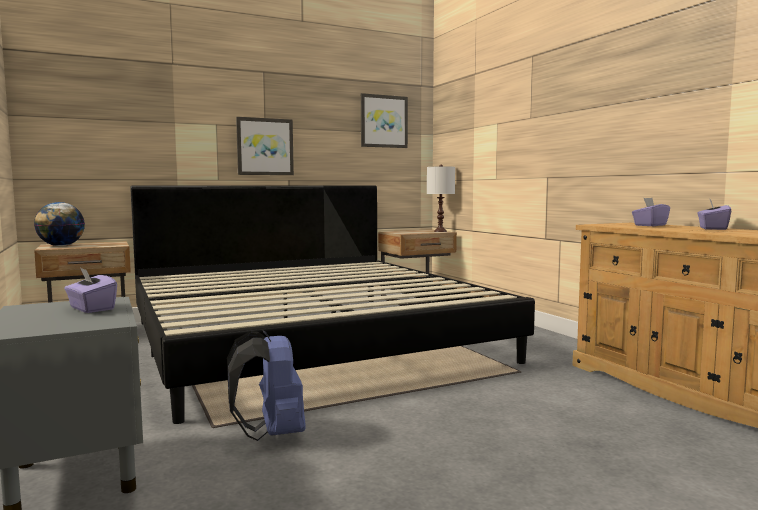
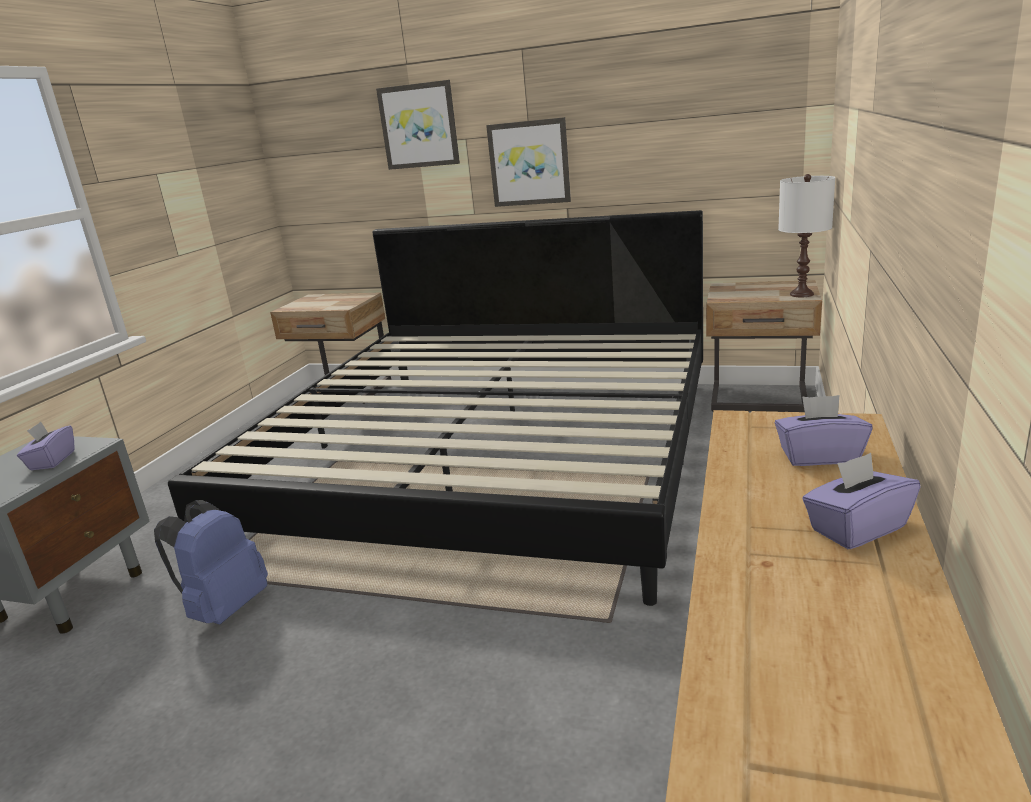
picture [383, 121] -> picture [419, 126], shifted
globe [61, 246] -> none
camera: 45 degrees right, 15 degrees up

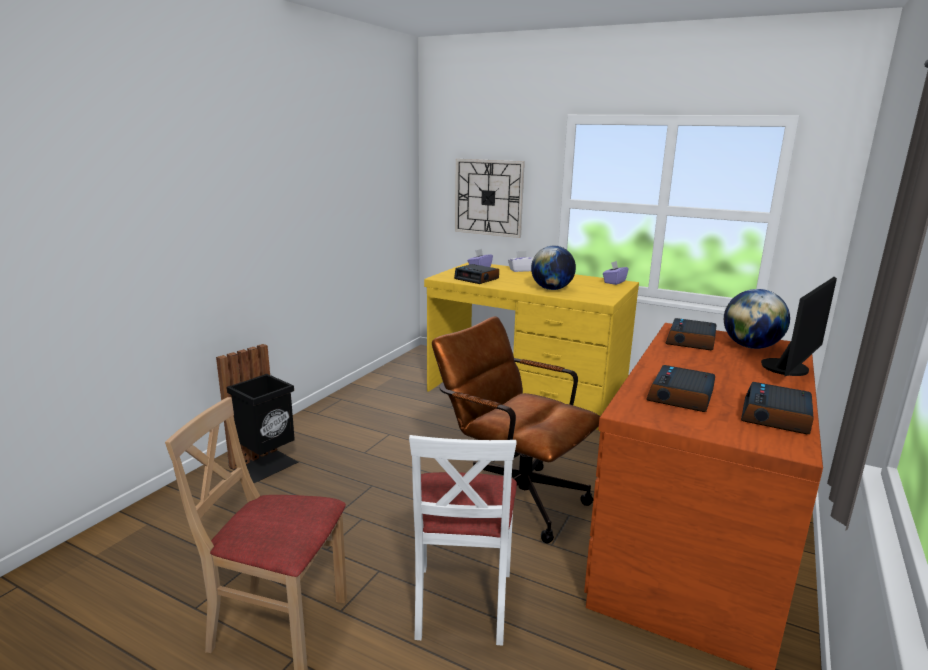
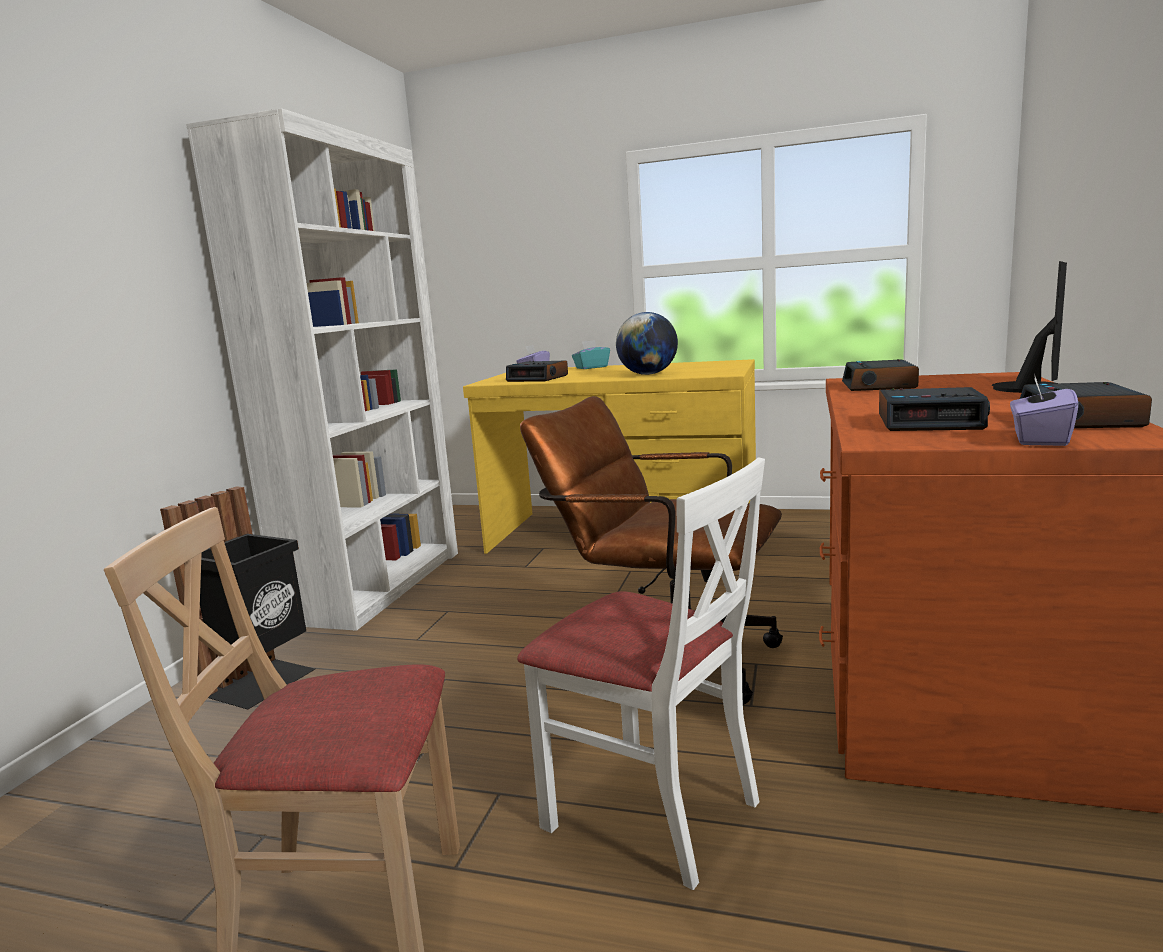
wall clock [488, 197] -> none
white tissue box [521, 270] -> turquoise tissue box [591, 367]
purple tissue box [614, 282] -> purple tissue box [1039, 439], shifted
globe [751, 346] -> none
alarm clock [681, 397] -> alarm clock [930, 422], 90 degrees counterclockwise
white chair [461, 602] -> white chair [652, 811], 45 degrees counterclockwise
none -> white bookcase [377, 585]
camera: 10 degrees left, 5 degrees down

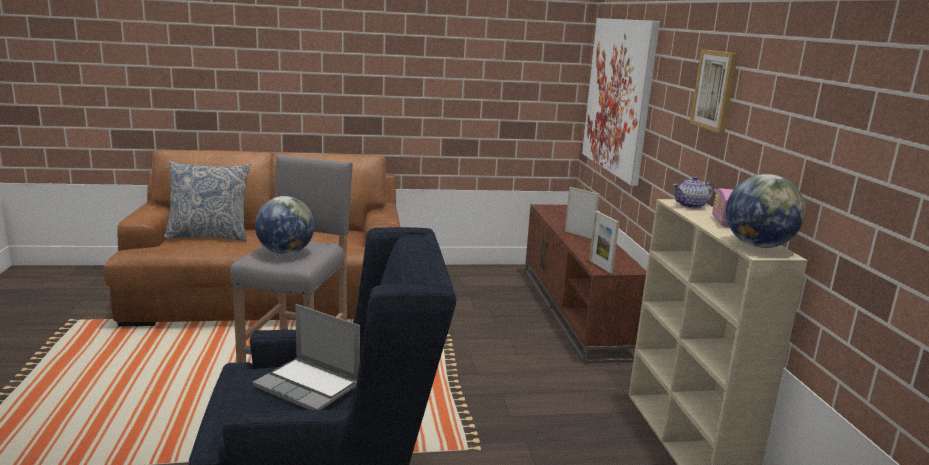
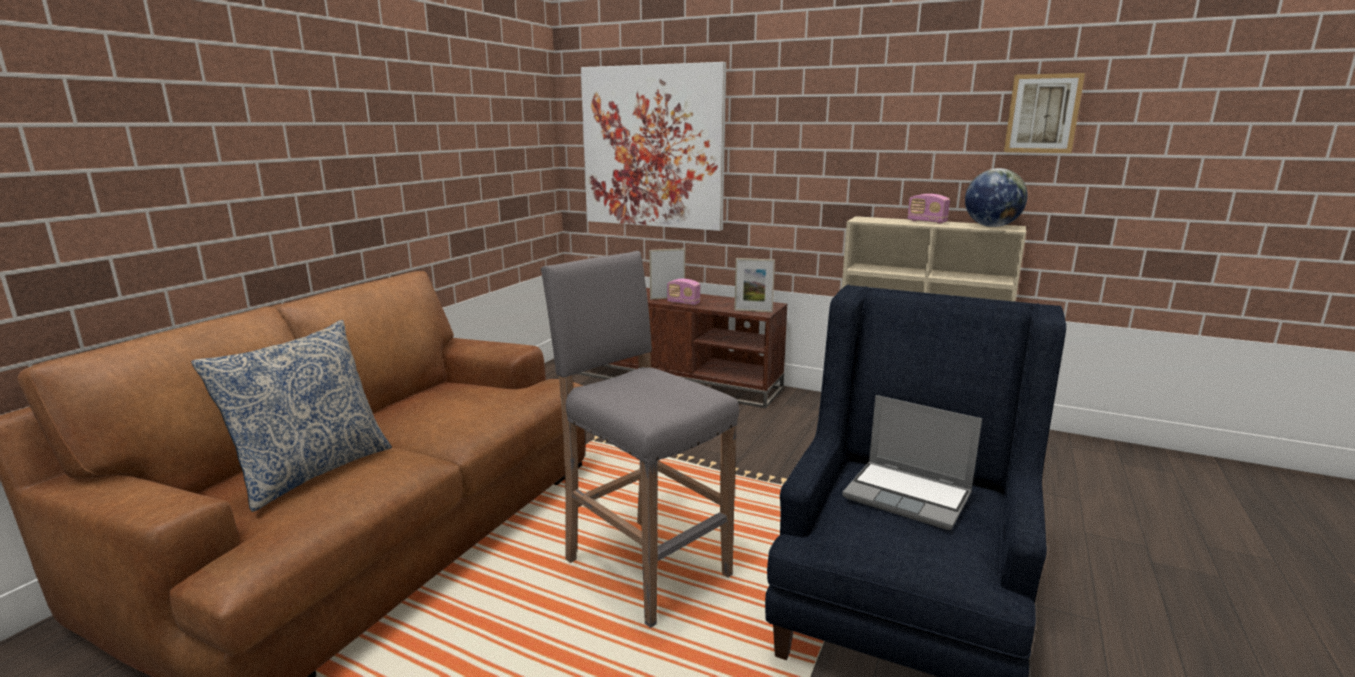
picture [715, 90] -> picture [1042, 113], shifted
teapot [691, 206] -> none
globe [285, 252] -> none
laptop [309, 386] -> laptop [909, 496], 60 degrees clockwise
none -> radio [683, 303]
camera: 55 degrees left, 0 degrees up

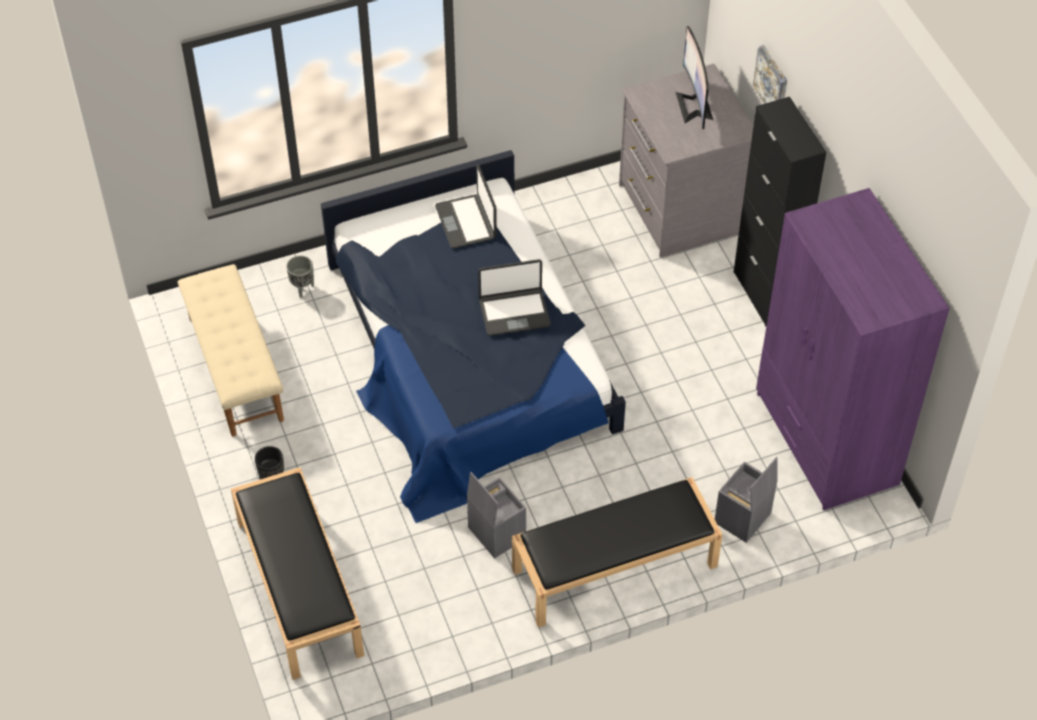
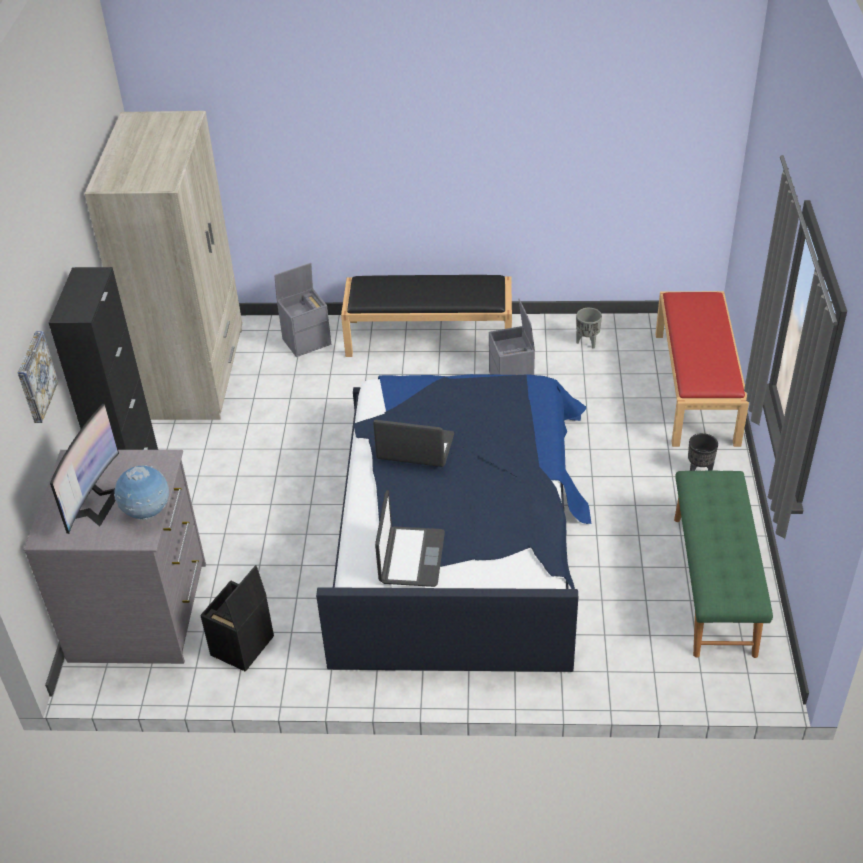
purple wardrobe [825, 439] -> beige wardrobe [196, 373]
grey planter [303, 288] -> grey planter [587, 342], shifted
beige bench [234, 368] -> green bench [715, 584]
black bench [298, 586] -> red bench [696, 388]
none -> globe [147, 512]
none -> black storage box [242, 647]
camera: 155 degrees left, 10 degrees down

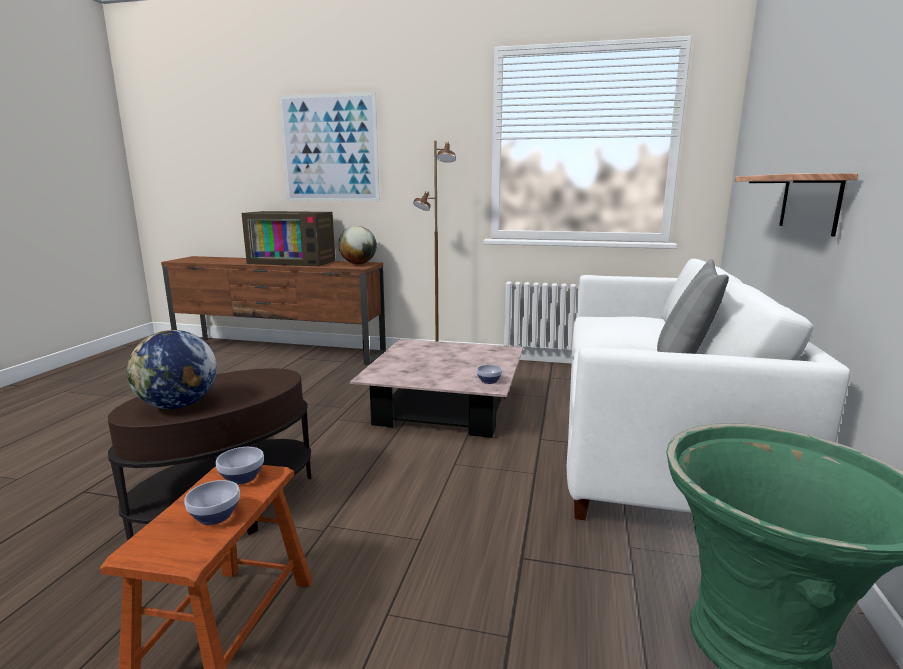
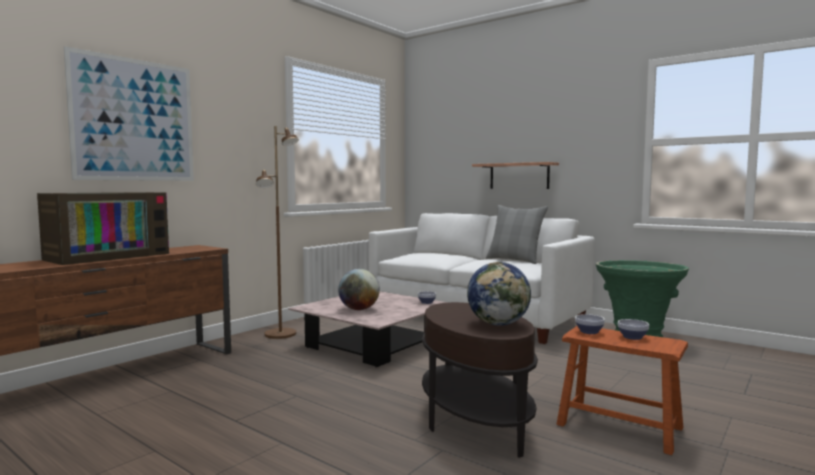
globe [358, 264] -> globe [359, 309], shifted
camera: 65 degrees left, 10 degrees down

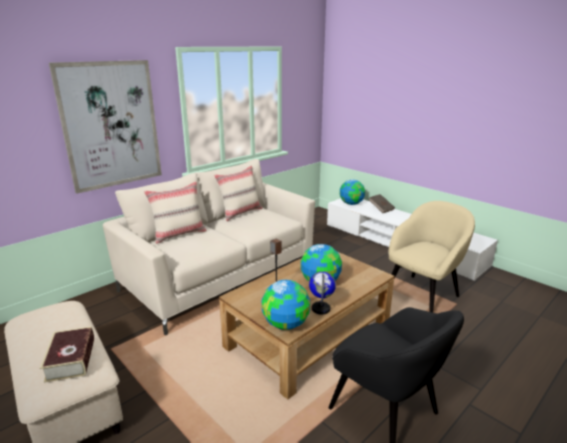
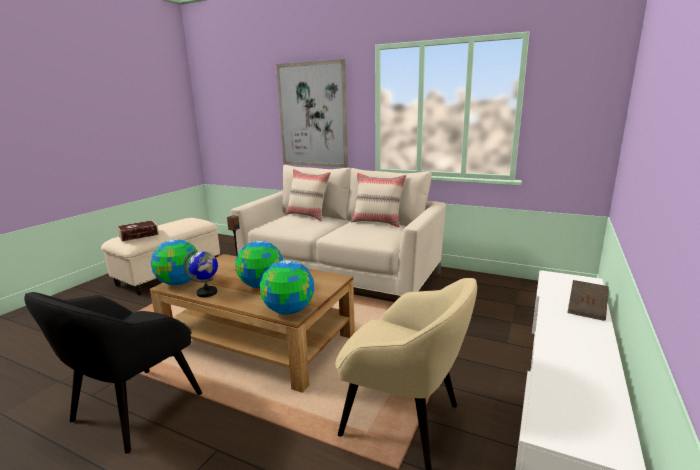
globe [351, 203] -> globe [289, 310], shifted
camera: 70 degrees right, 5 degrees down

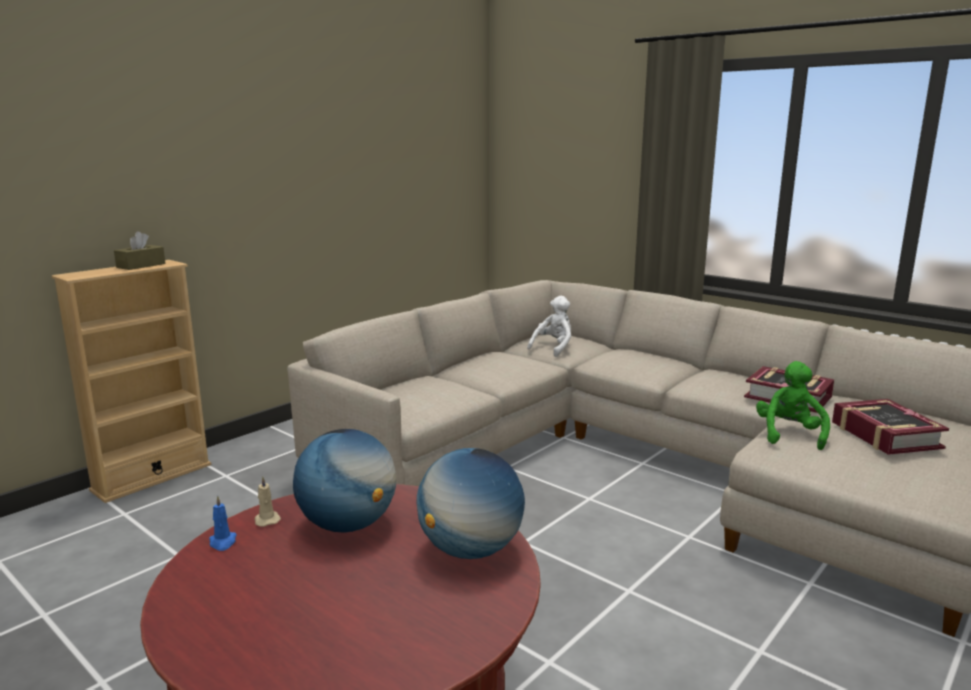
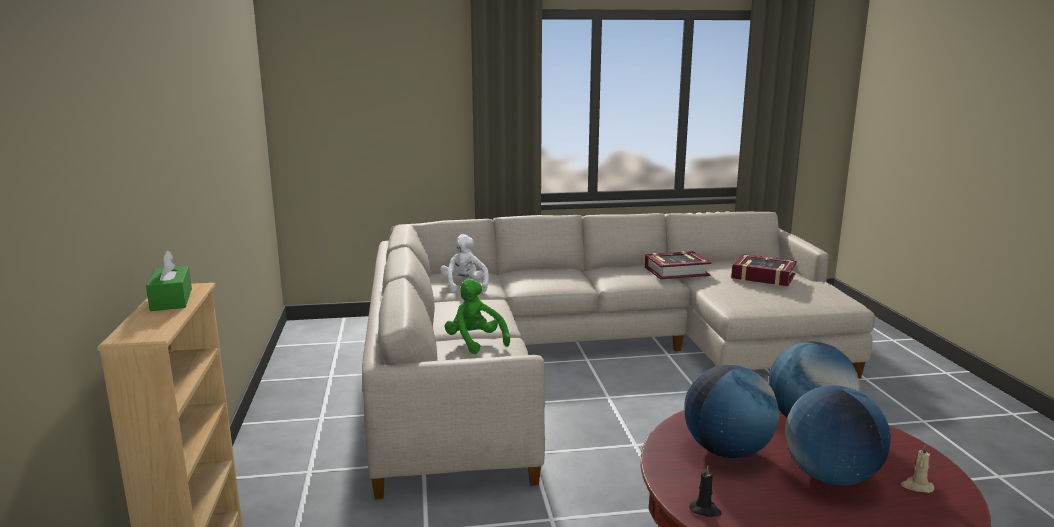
brown tissue box [141, 265] -> green tissue box [171, 300]
green plush toy [789, 434] -> green plush toy [475, 342], shifted
beige candle [266, 520] -> beige candle [916, 486], shifted
blue candle [223, 542] -> black candle [705, 510]
none -> globe [830, 477]
camera: 50 degrees left, 0 degrees up

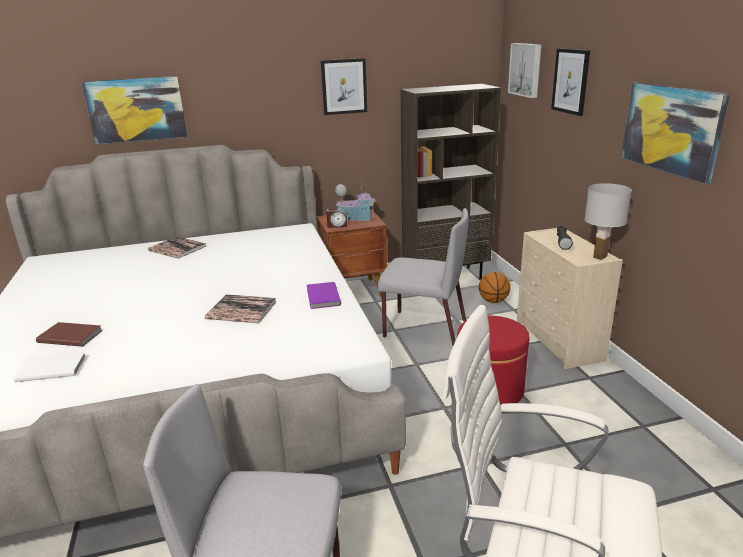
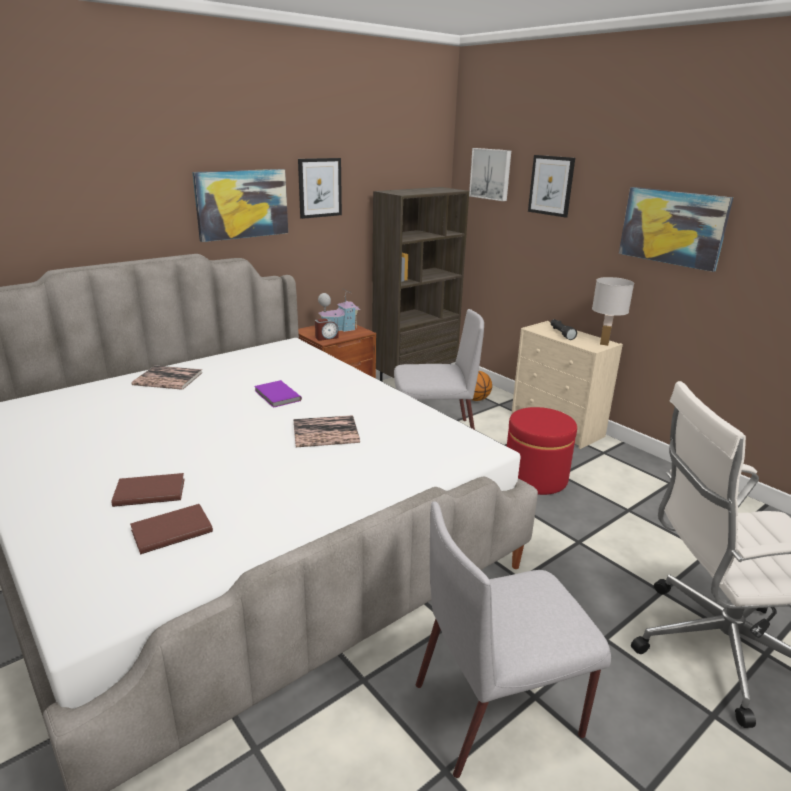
picture [136, 109] -> picture [242, 204], shifted
purple book [322, 297] -> purple book [276, 396], shifted
white book [51, 368] -> brown book [170, 530]
camera: 25 degrees left, 0 degrees up

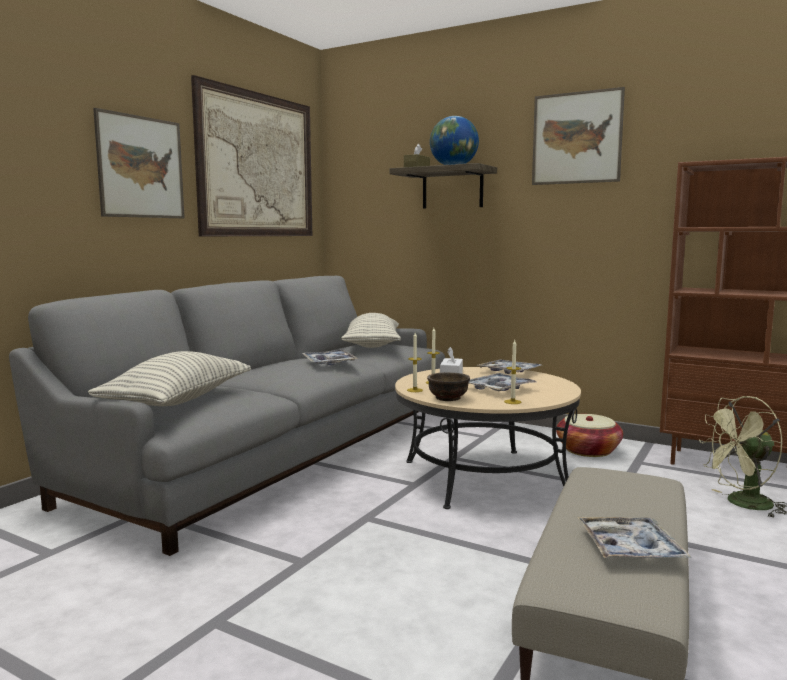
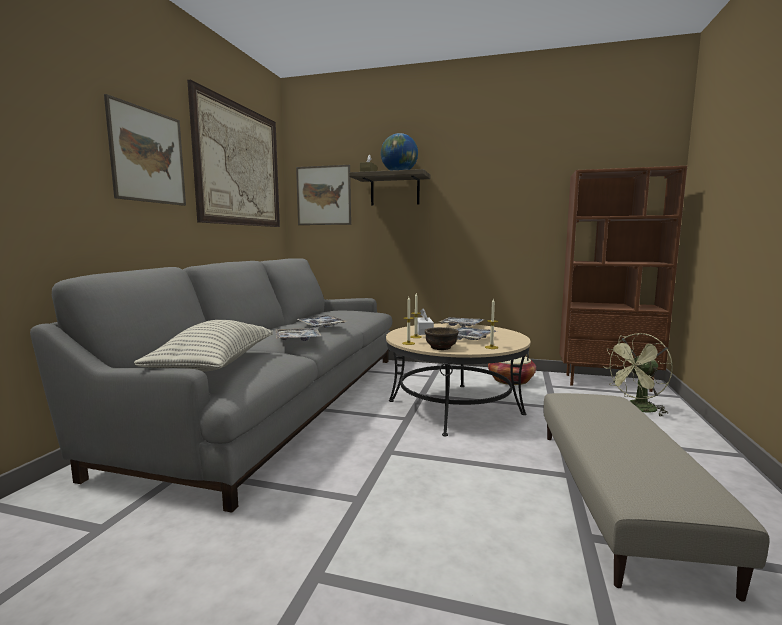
picture [576, 138] -> picture [323, 195], shifted
pillow [372, 345] -> none
tray [629, 548] -> tray [297, 339], shifted
camera: 15 degrees left, 0 degrees up

